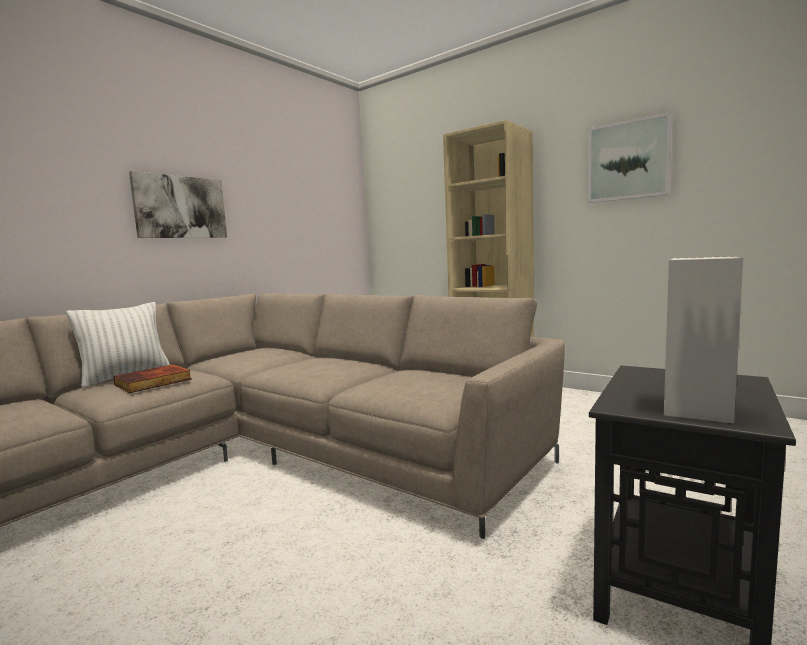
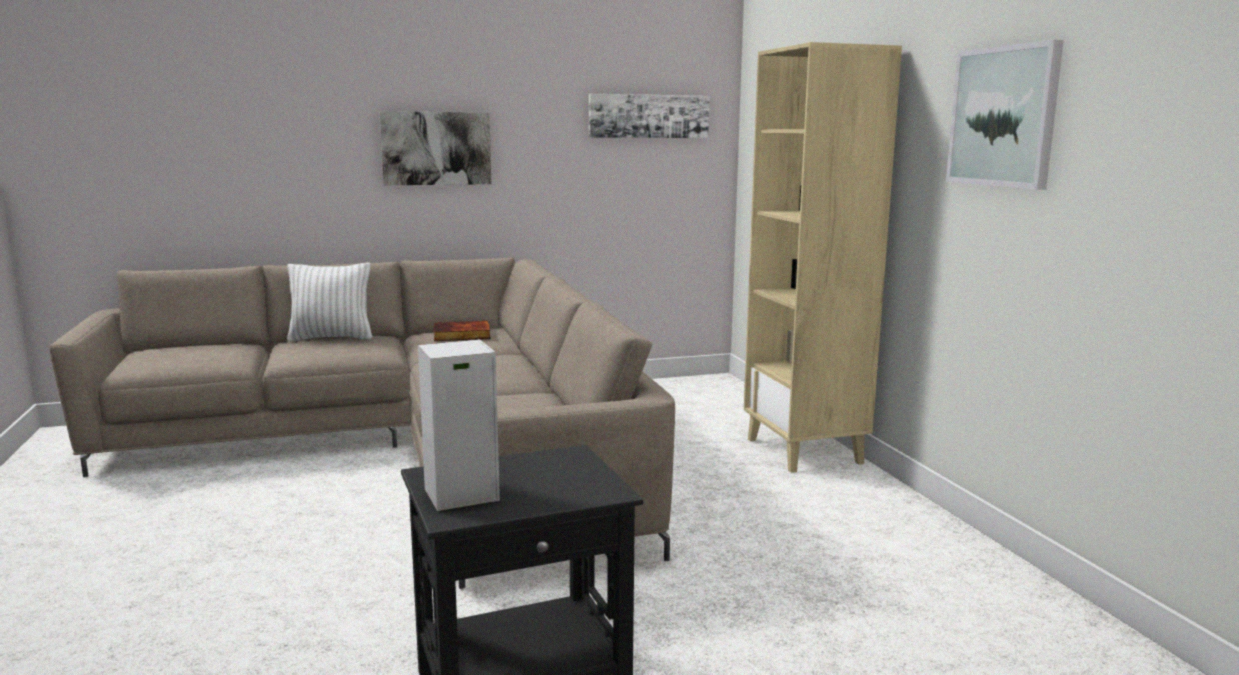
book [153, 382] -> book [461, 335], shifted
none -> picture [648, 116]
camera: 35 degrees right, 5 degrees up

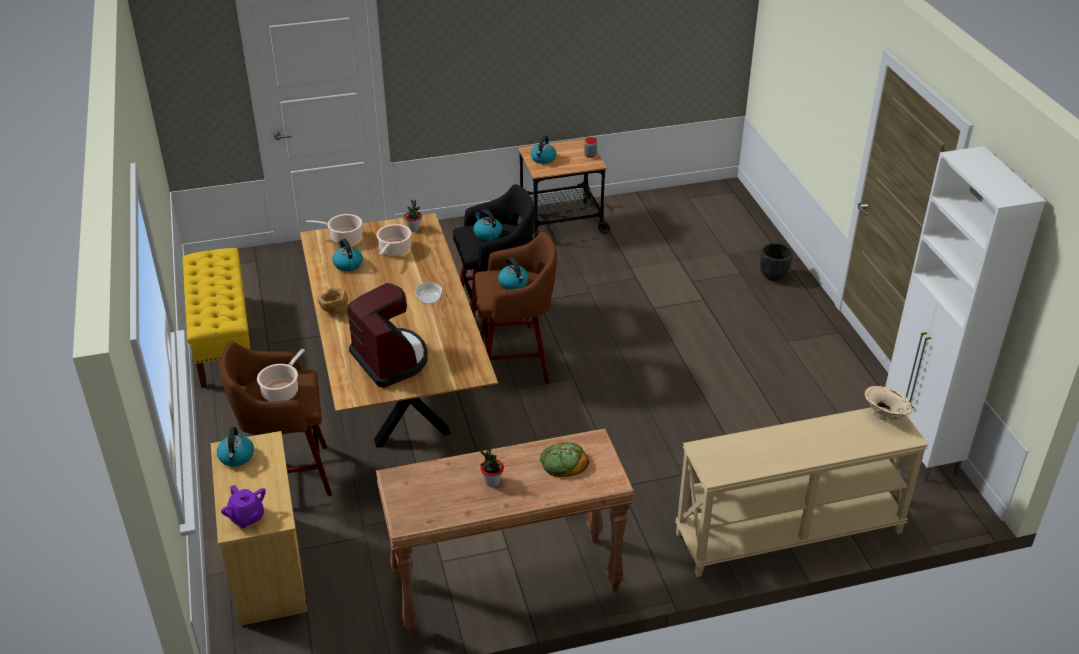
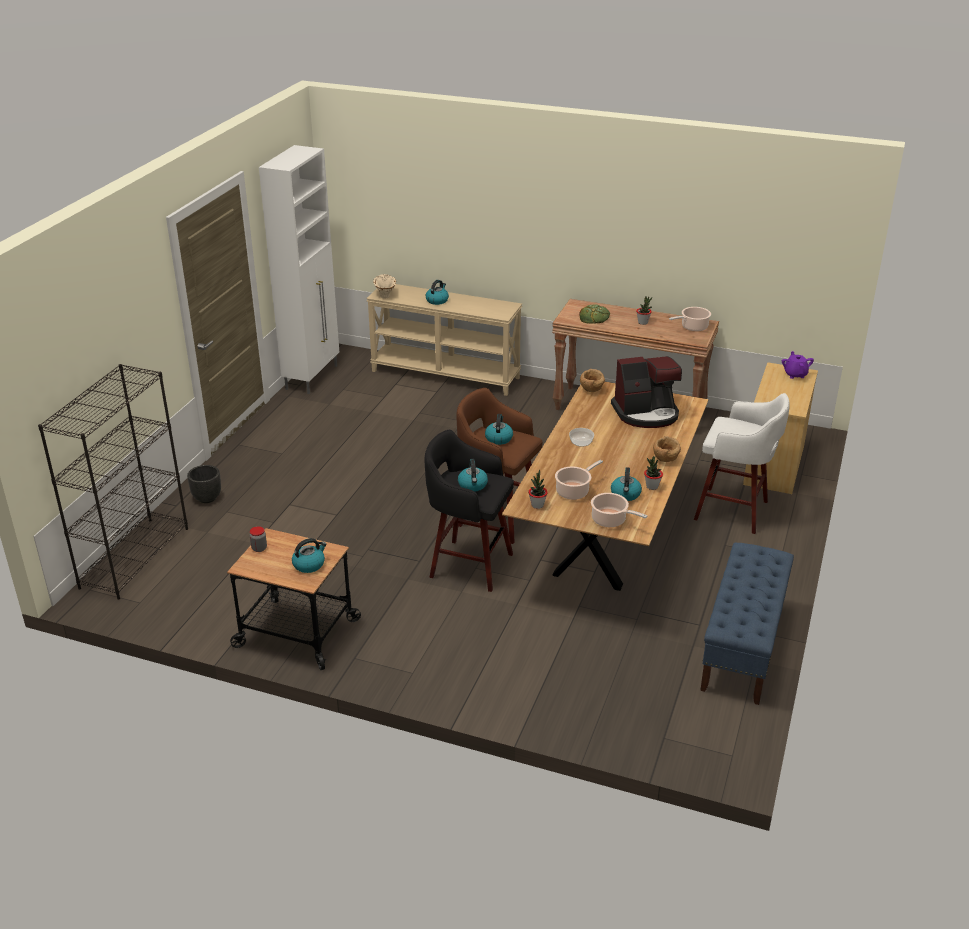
yellow bench [223, 340] -> blue bench [742, 647]
coffee machine [391, 359] -> coffee machine [646, 413], 105 degrees counterclockwise
brown stool [288, 475] -> white stool [734, 511]
cooking pot [282, 391] -> cooking pot [693, 327], shifted
kettle [236, 457] -> kettle [437, 300], shifted
none -> black bookcase [135, 557]
none -> brown bowl [591, 390]
none -> potted plant [652, 486]
camera: 145 degrees left, 5 degrees down

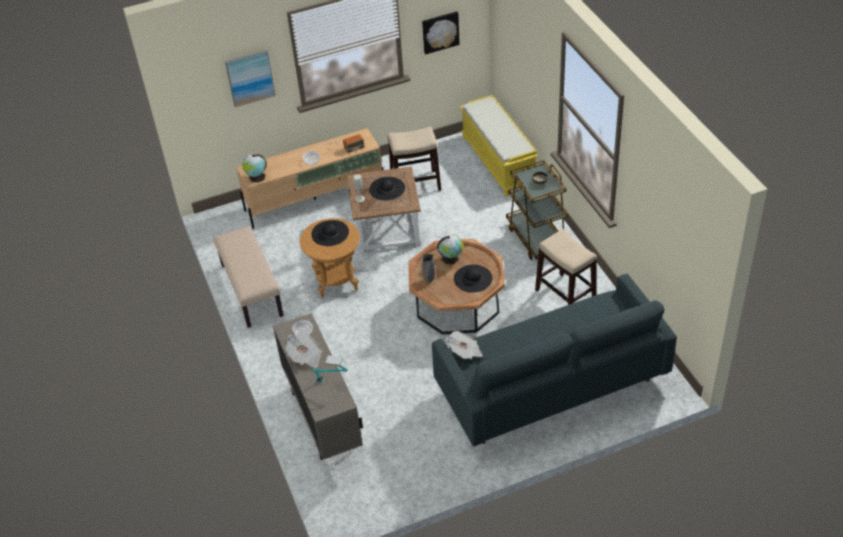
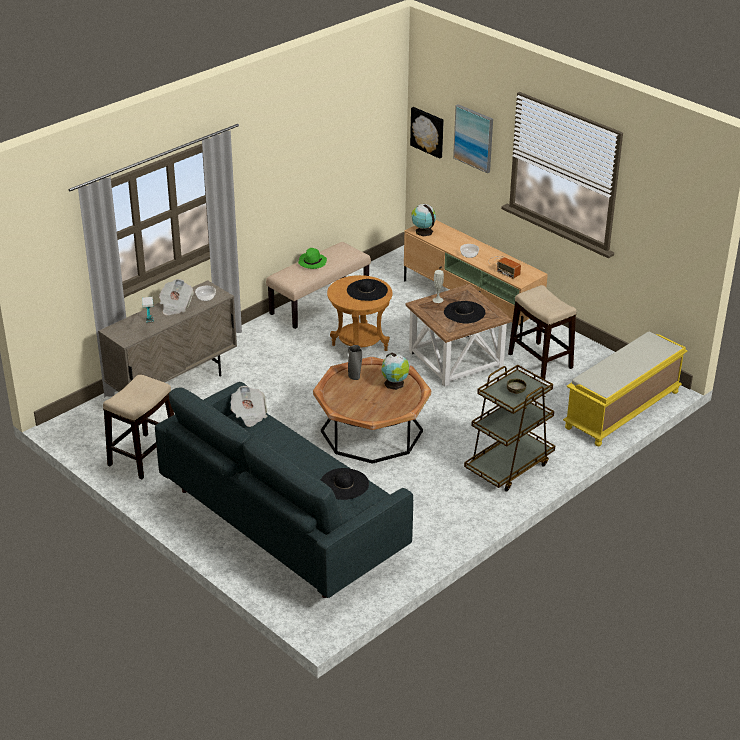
picture [440, 32] -> picture [428, 132], shifted
stool [565, 295] -> stool [143, 456], shifted
black hat [473, 278] -> black hat [344, 484], shifted
none -> green hat [312, 262]
camera: 65 degrees right, 10 degrees down

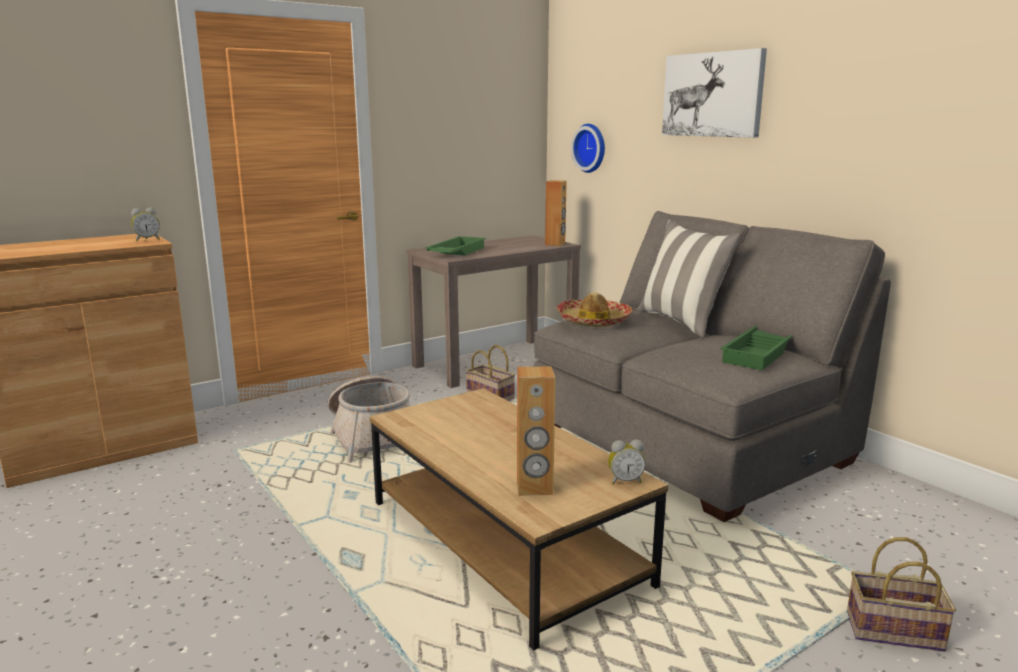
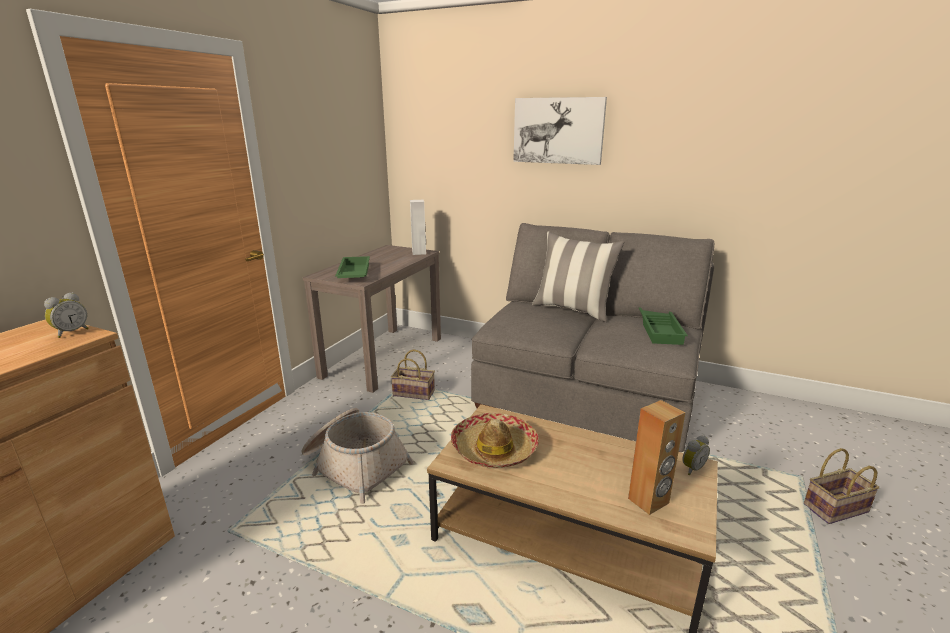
wall clock [591, 148] -> none
brown speaker [555, 244] -> white speaker [419, 252]
hat [593, 321] -> hat [494, 449], shifted
camera: 30 degrees left, 5 degrees up

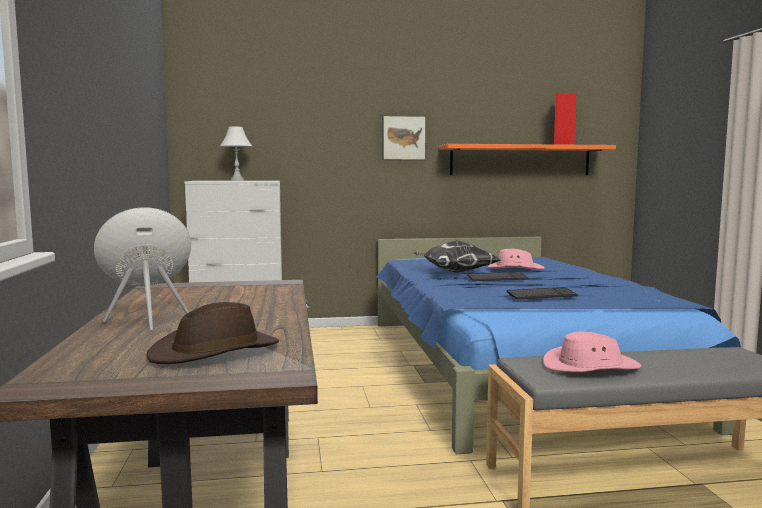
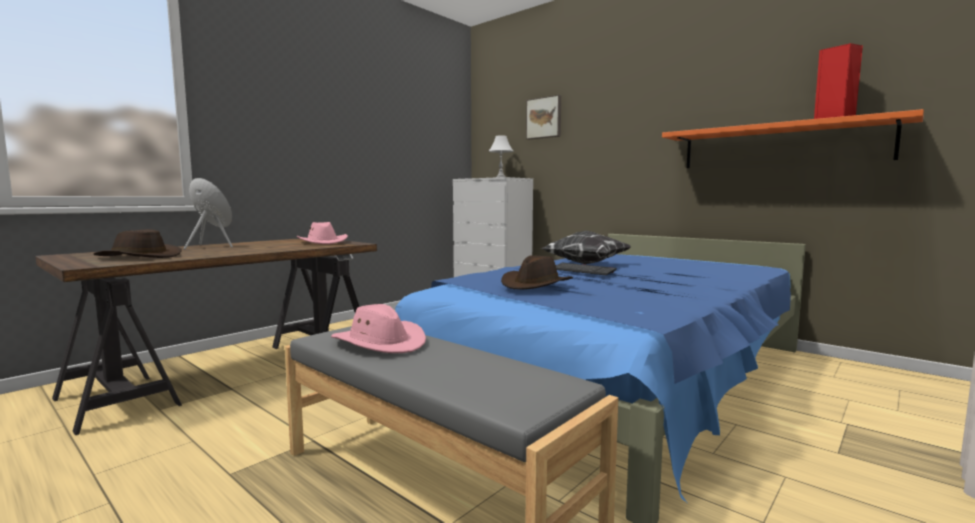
picture [403, 138] -> picture [544, 118], shifted
pink hat [515, 269] -> pink hat [323, 242], shifted
keyboard [541, 295] -> brown hat [536, 285]
camera: 50 degrees right, 0 degrees up

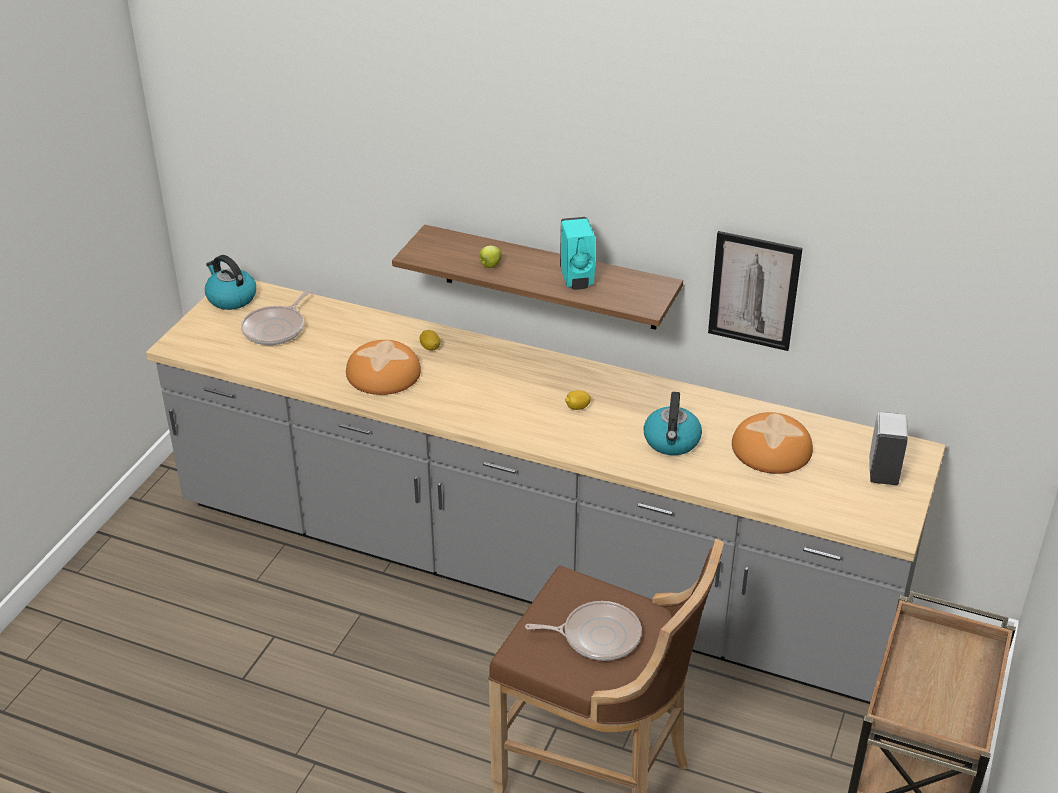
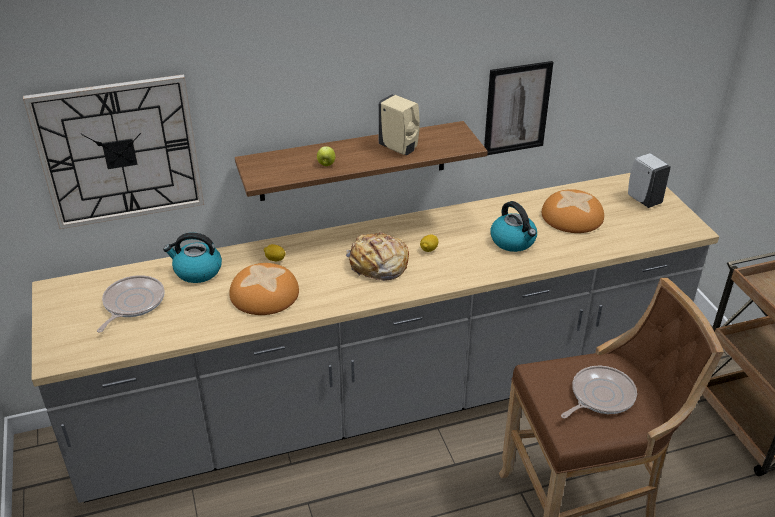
turquoise soap dispenser [577, 280] -> beige soap dispenser [399, 148]
kettle [231, 298] -> kettle [197, 271], shifted
frying pan [276, 328] -> frying pan [132, 303], 150 degrees counterclockwise
none -> wall clock [119, 152]
none -> bread [378, 265]
camera: 40 degrees left, 0 degrees up

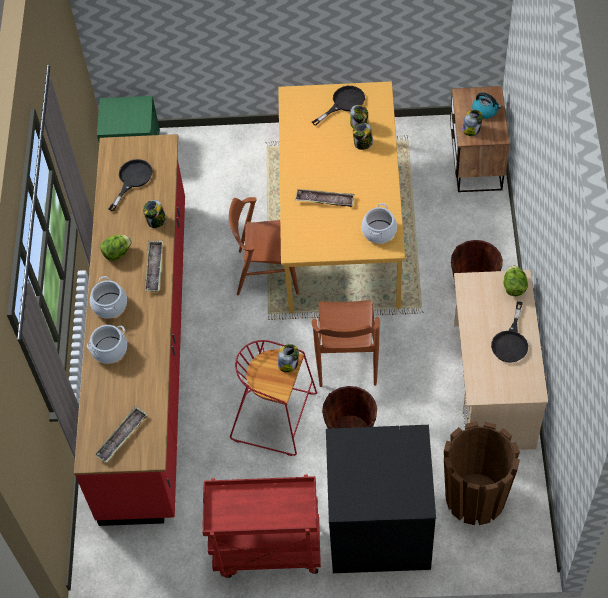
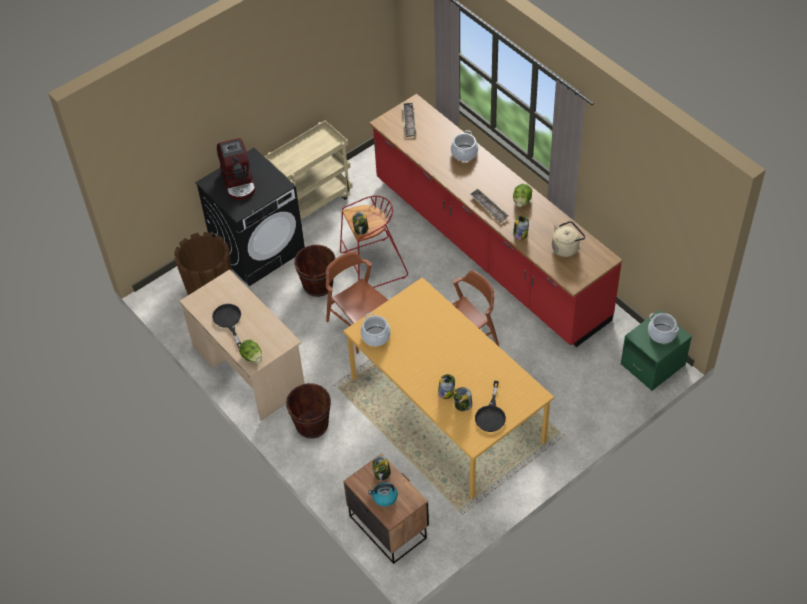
black frying pan [132, 180] -> beige kettle [566, 247]
tray [325, 200] -> none
cooking pot [110, 305] -> cooking pot [661, 333], shifted
red cart [267, 551] -> beige cart [313, 201]
none -> coffee machine [239, 182]
camera: 140 degrees right, 5 degrees down

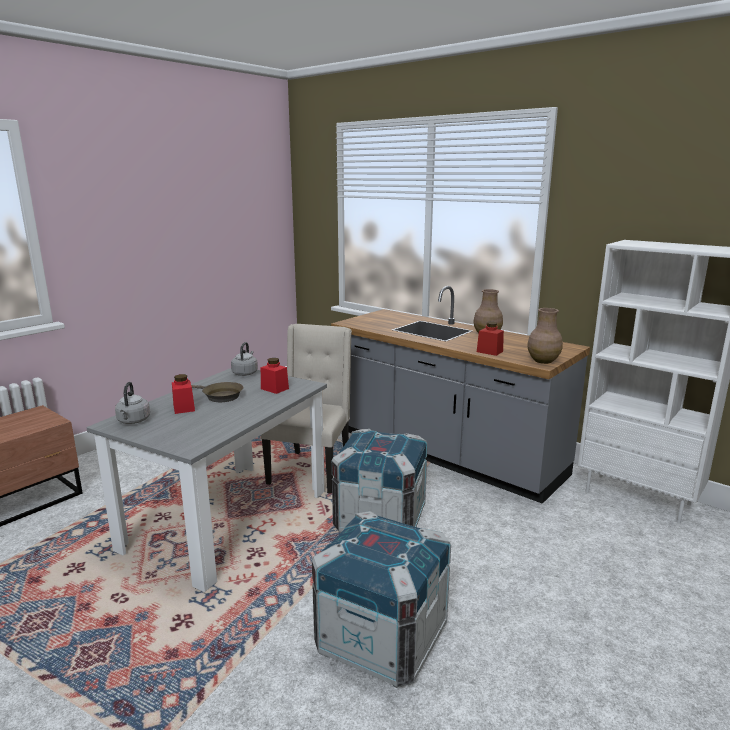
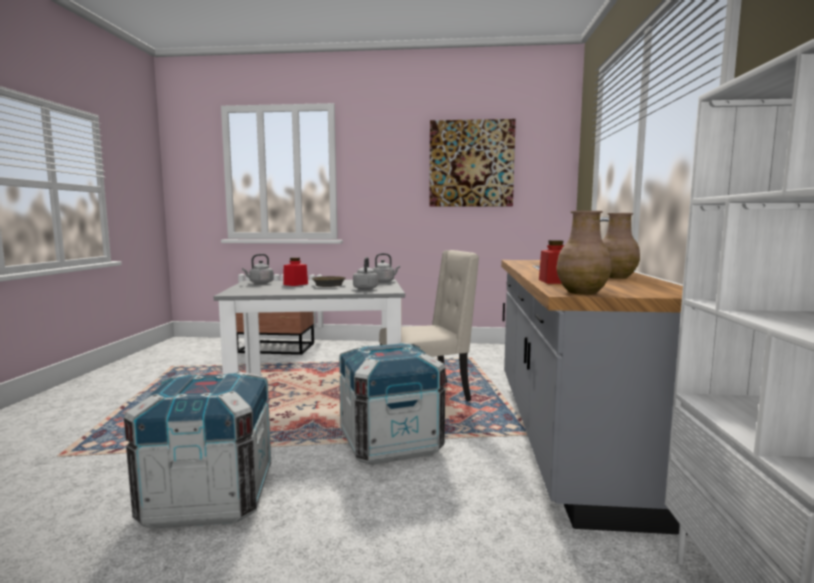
red jar [274, 389] -> grey kettle [366, 288]
none -> picture [471, 163]
camera: 55 degrees right, 10 degrees down

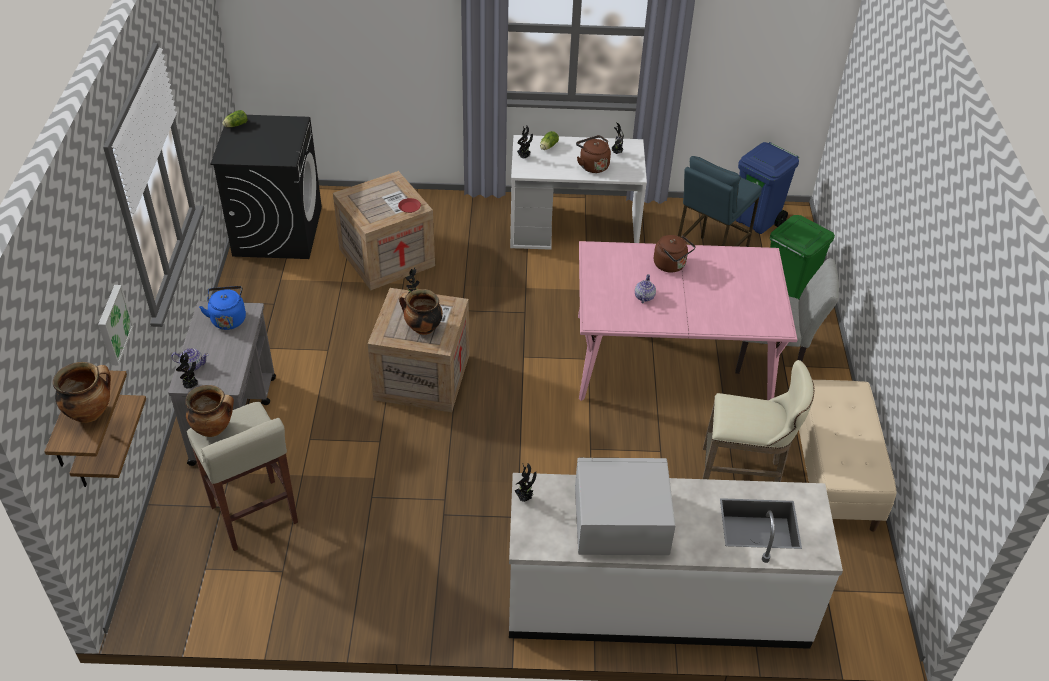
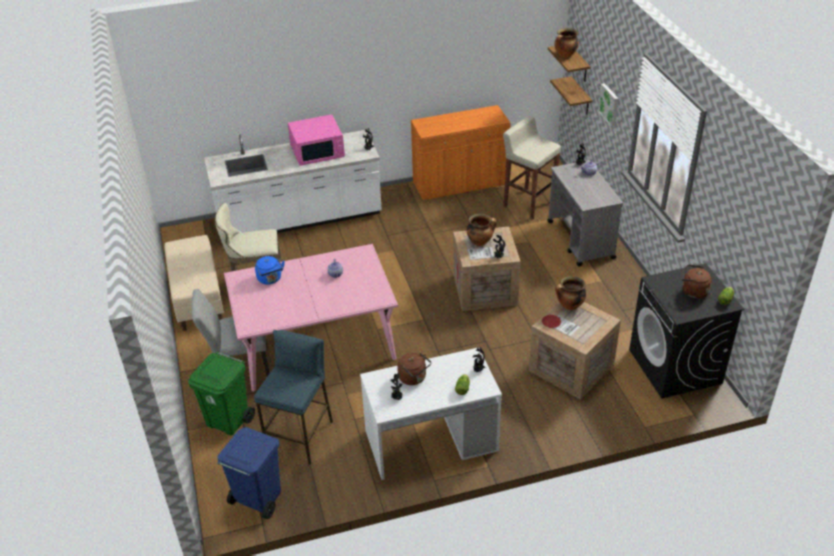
brown kettle [671, 265] -> brown kettle [693, 291], shifted
blue kettle [228, 318] -> blue kettle [270, 279], shifted
cooking pot [214, 428] -> cooking pot [569, 306], shifted
white microwave [619, 521] -> pink microwave [318, 151]
none -> orange cabinet [460, 184]
camera: 165 degrees right, 5 degrees down

